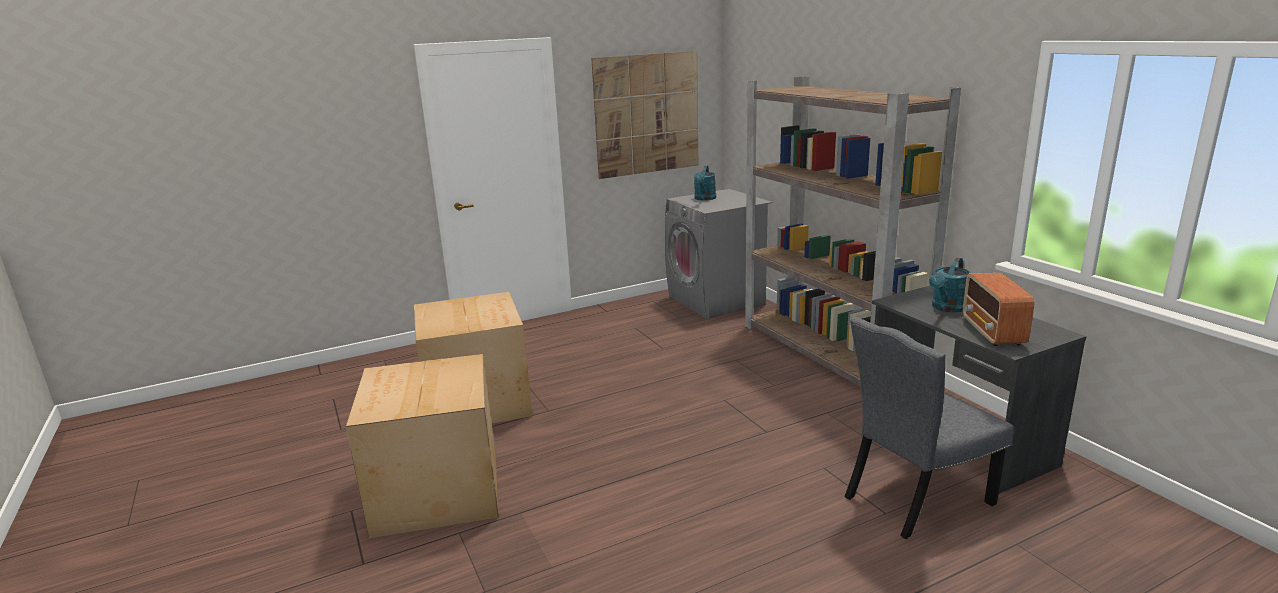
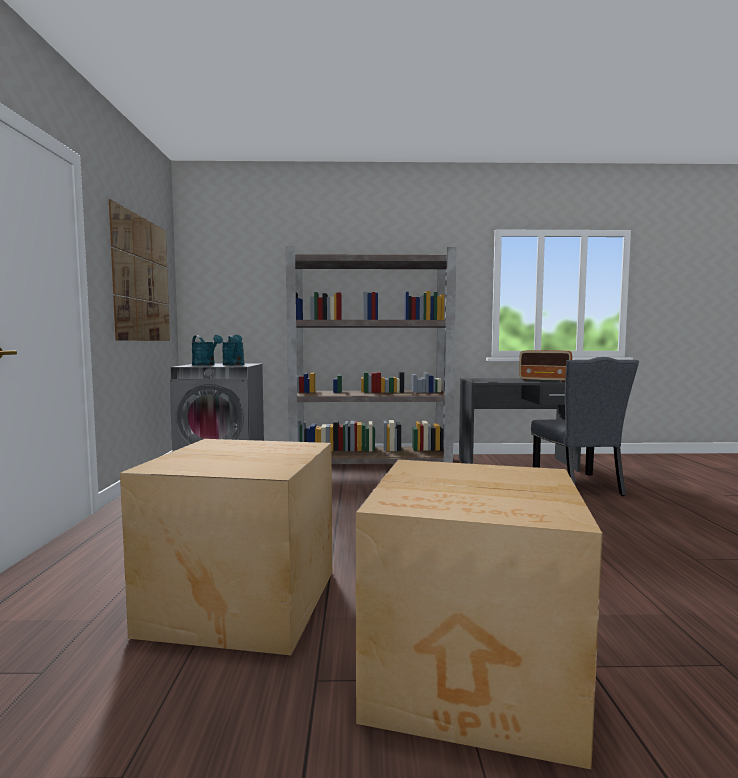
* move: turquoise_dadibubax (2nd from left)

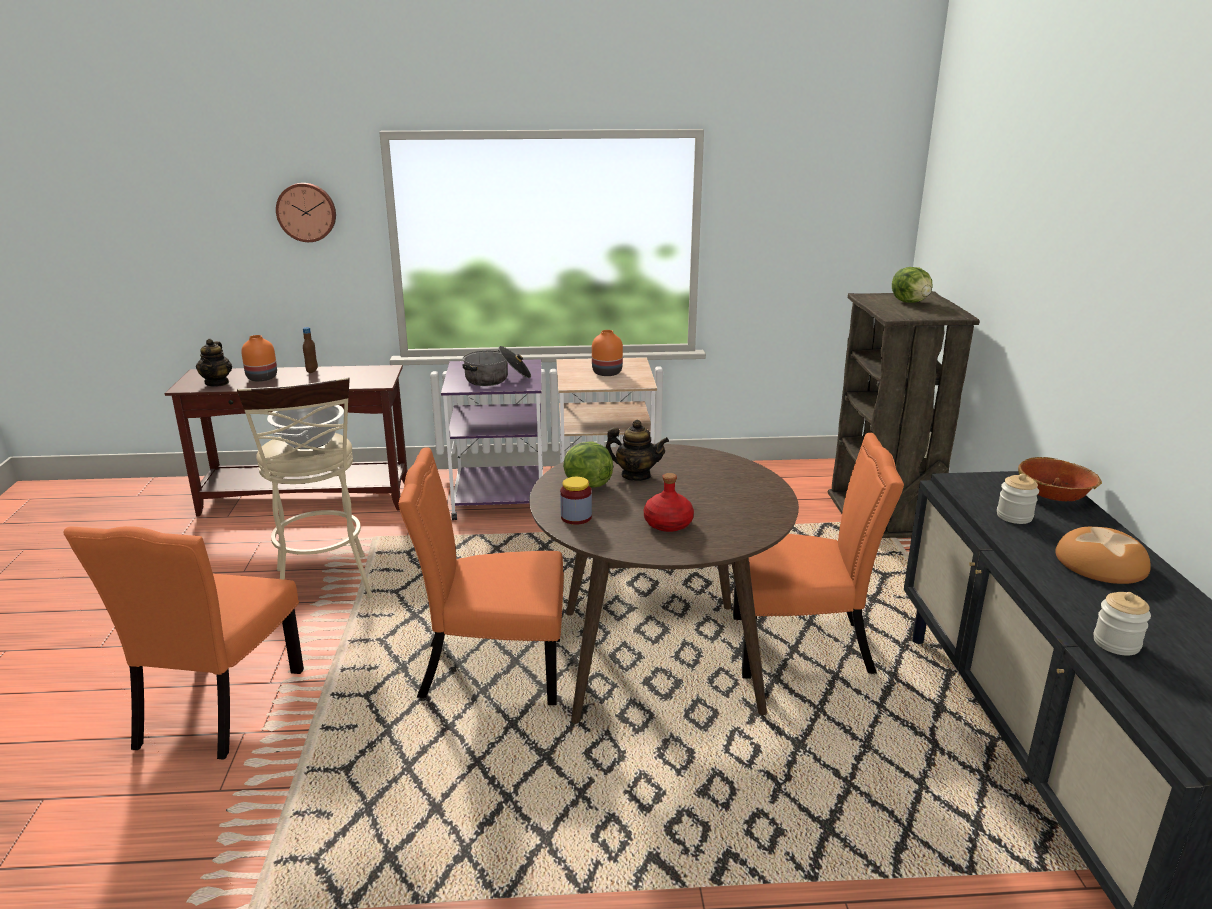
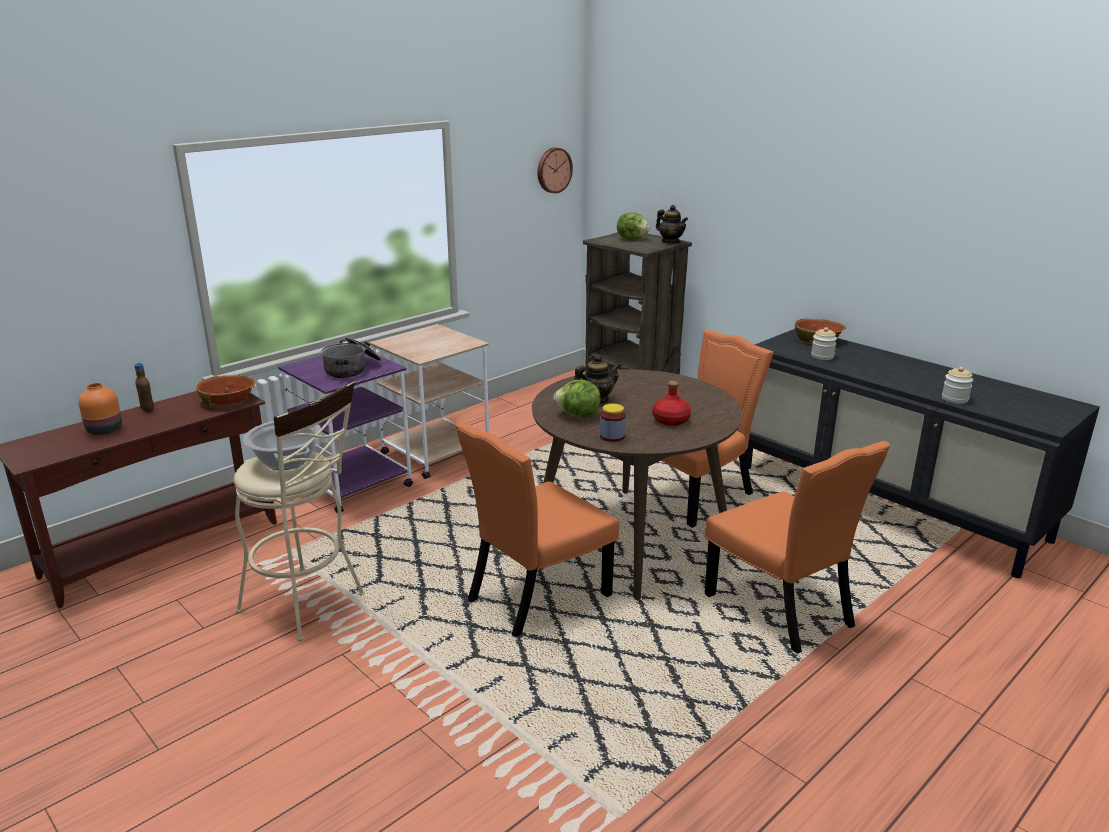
* insert: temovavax (1st from left)
* move: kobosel
* move: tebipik (1st from left in the first image) to tebipik (2nd from left)
* move: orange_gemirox (1st from left in the first image) to orange_gemirox (3rd from left)
* delete: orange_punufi (2nd from left)
* delete: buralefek

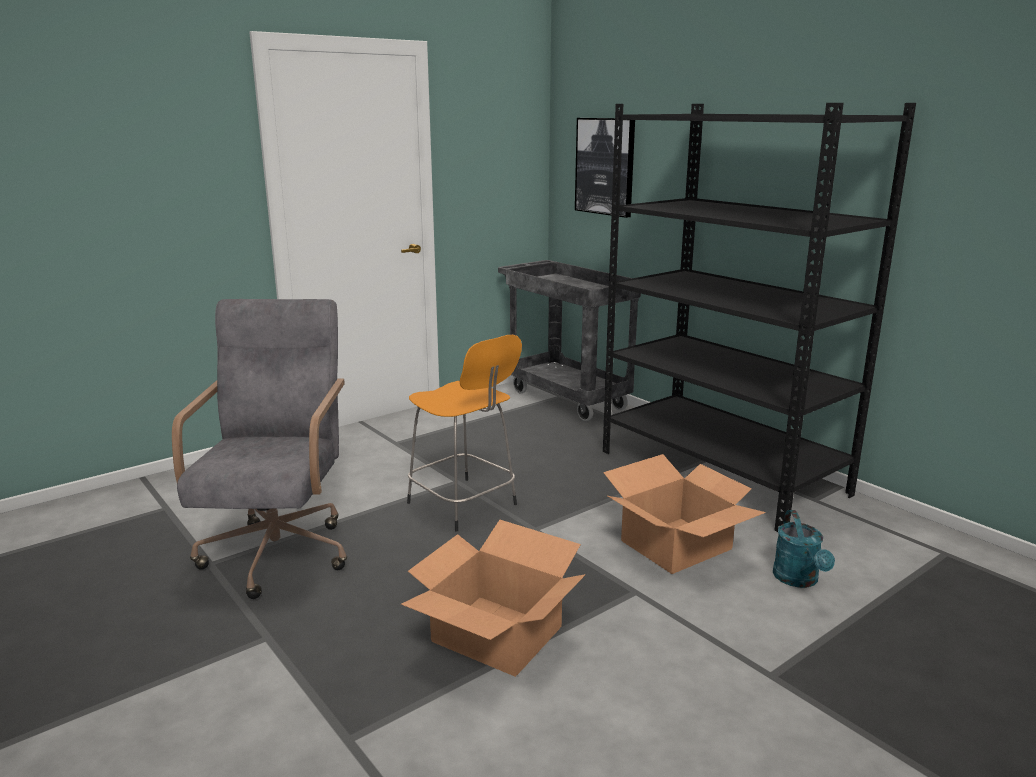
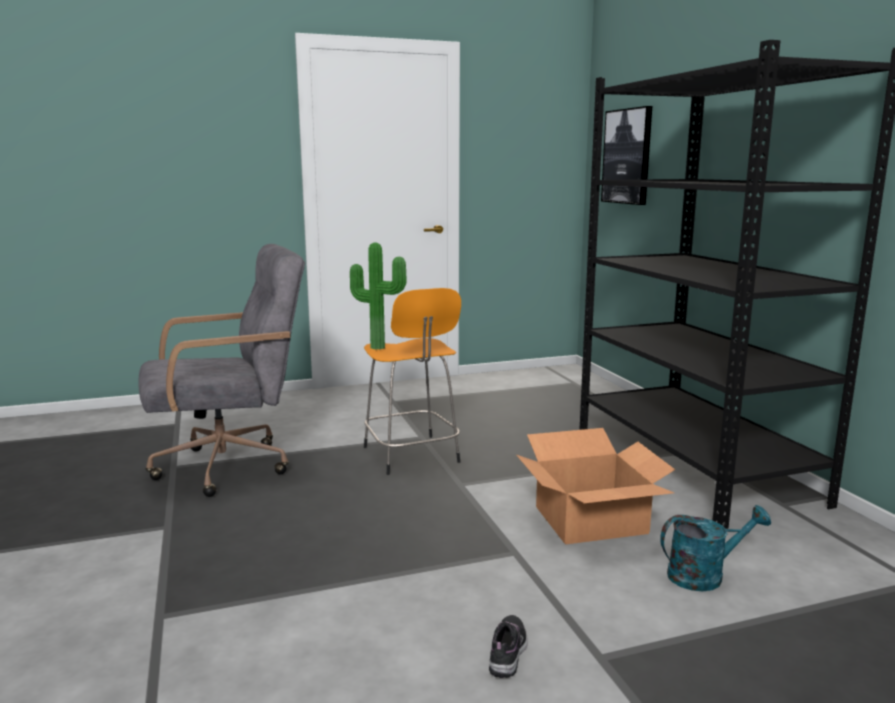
* rotate: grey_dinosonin 45 degrees clockwise
* insert: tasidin
* insert: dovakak
* rotate: turquoise_dadibubax 120 degrees counterclockwise
* delete: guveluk (1st from left)
* delete: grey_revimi

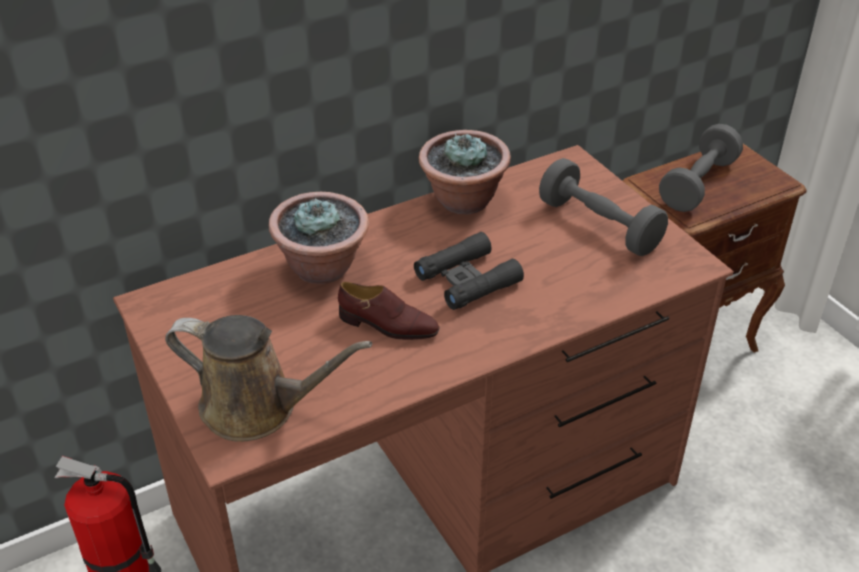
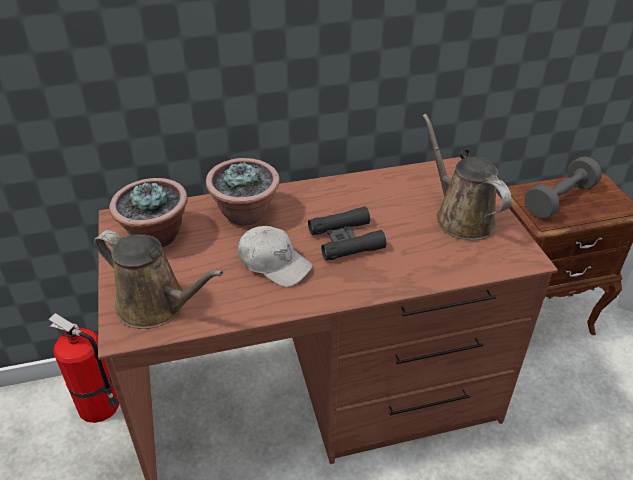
* move: tasidin (2nd from left in the first image) to tasidin (1st from left)
* replace: brown_dovakak to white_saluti
* replace: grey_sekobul (1st from left) to brown_dadibubax (2nd from left)

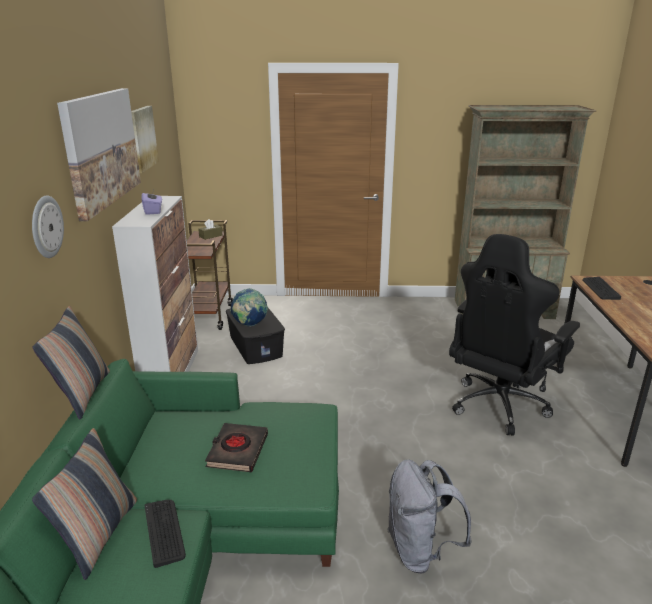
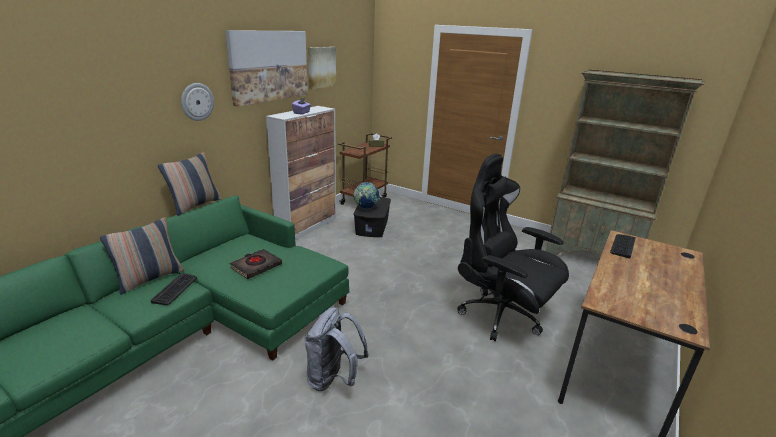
* rotate: black_dinosonin 60 degrees clockwise

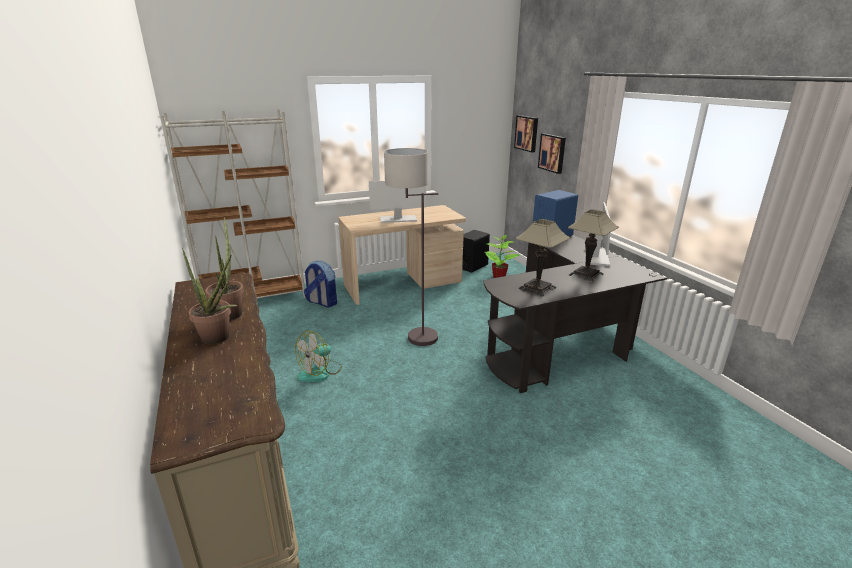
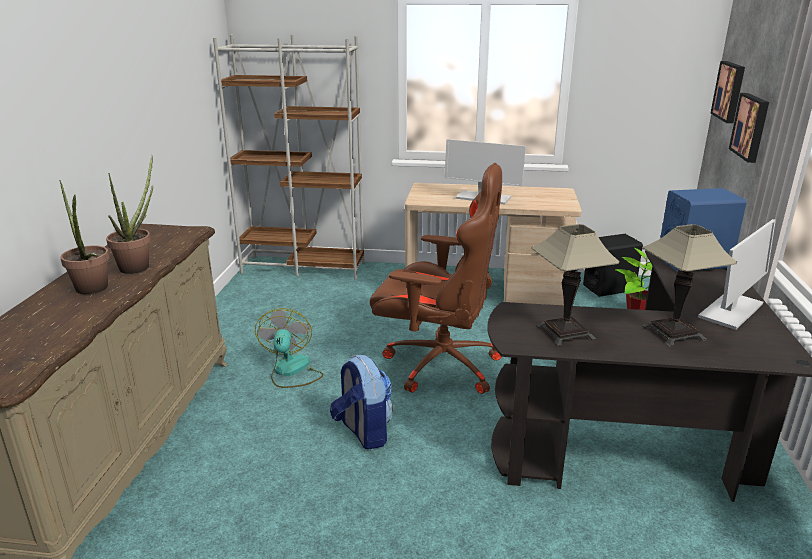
* rotate: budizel 105 degrees clockwise
* move: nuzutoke
* replace: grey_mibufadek to brown_dinosonin

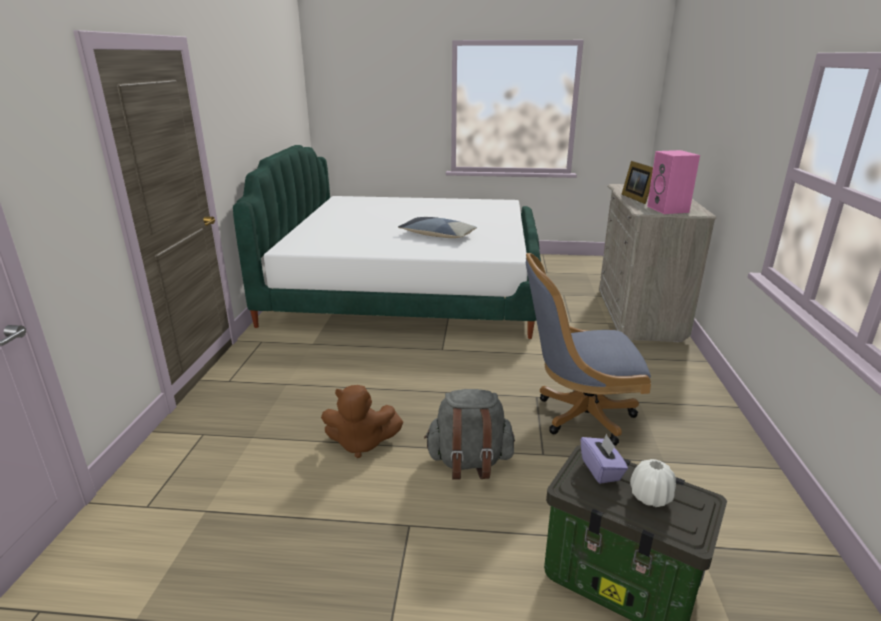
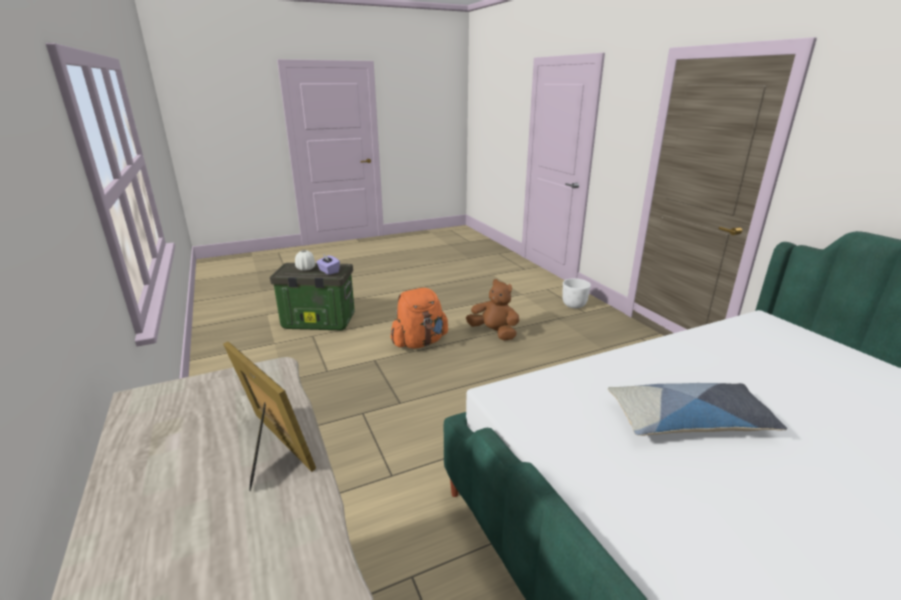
* recolor: grey_nuzutoke to orange_nuzutoke
* rotate: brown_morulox 60 degrees clockwise
* insert: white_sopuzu
* delete: blue_dinosonin
* delete: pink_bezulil

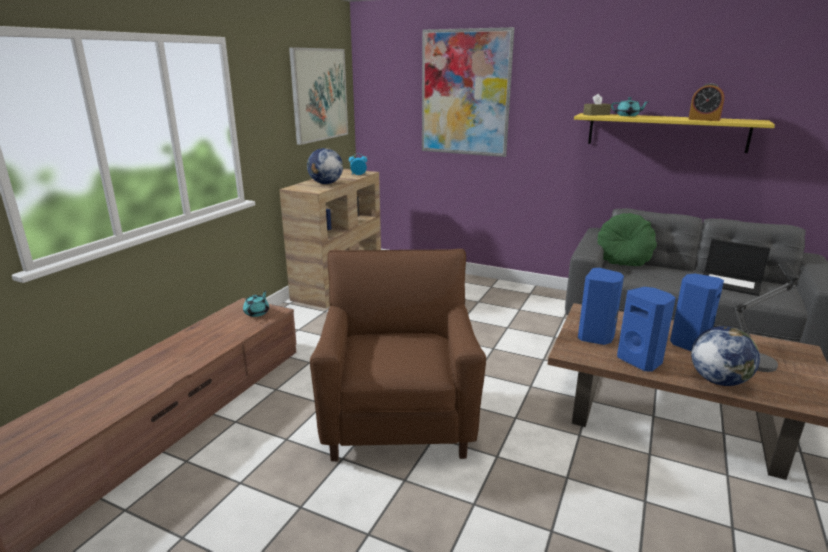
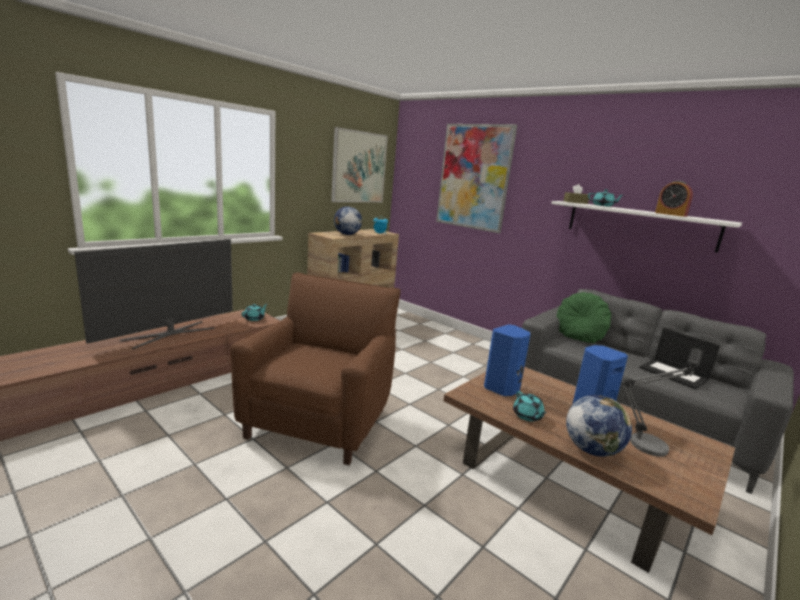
* insert: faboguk
* replace: blue_bezulil (2nd from left) to turquoise_tebipik (2nd from left)
* recolor: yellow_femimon to white_femimon

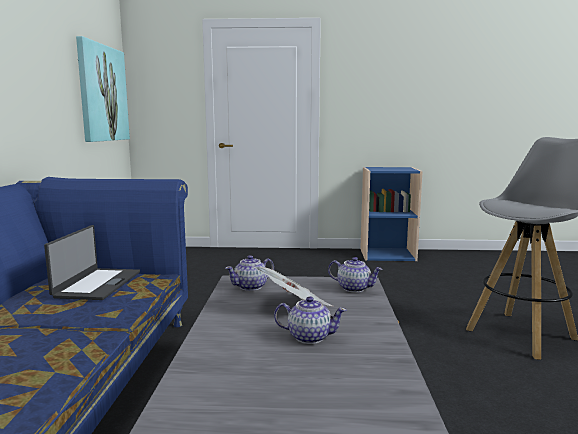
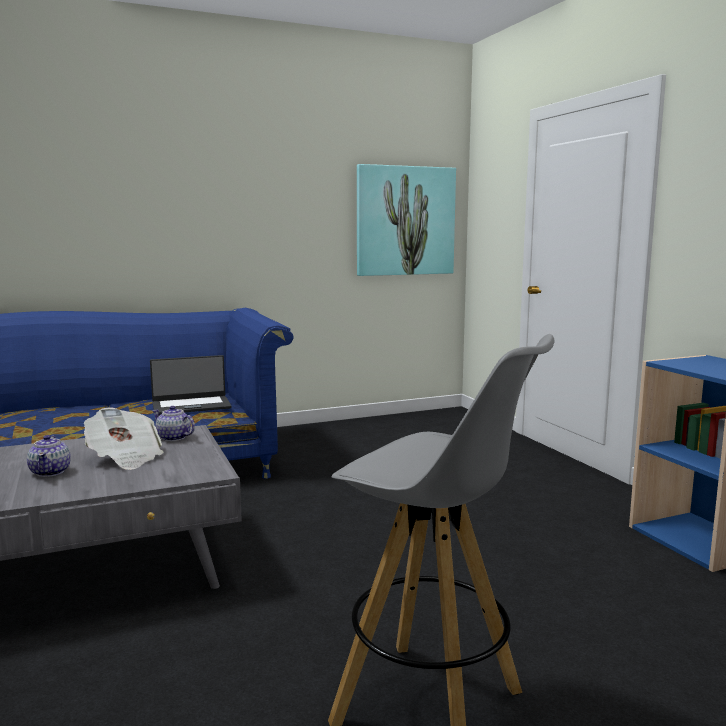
* delete: tebipik (3rd from left)

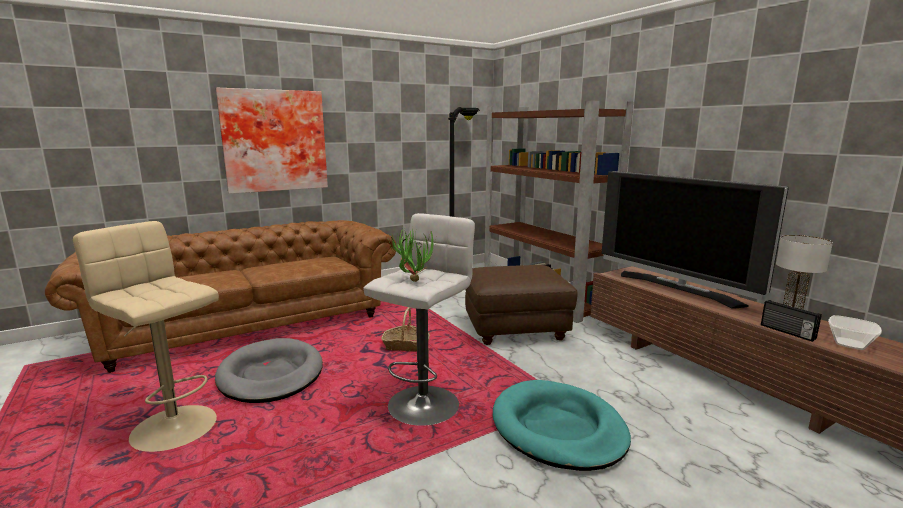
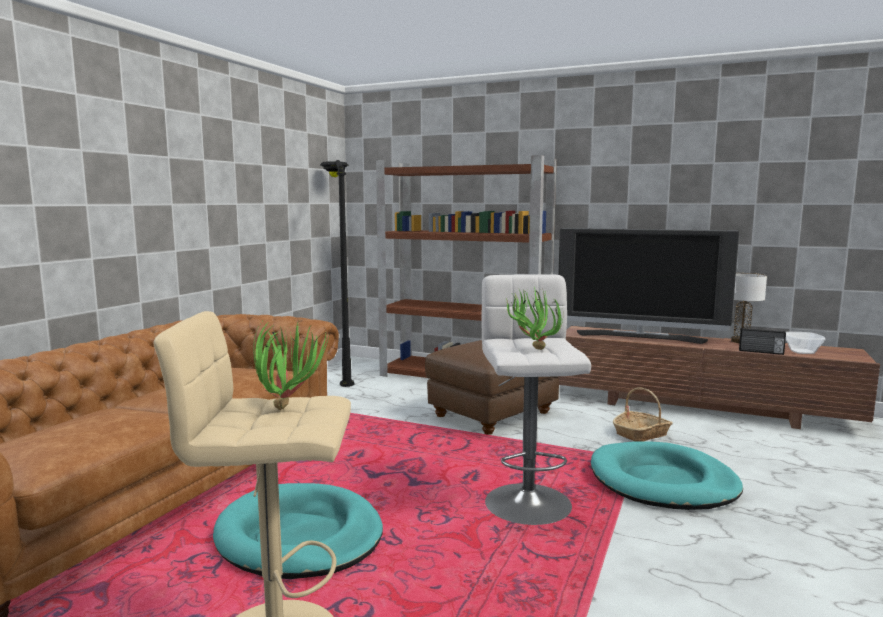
* recolor: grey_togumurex to turquoise_togumurex (1st from left)
* insert: tasidin (1st from left)
* move: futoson
* delete: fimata

